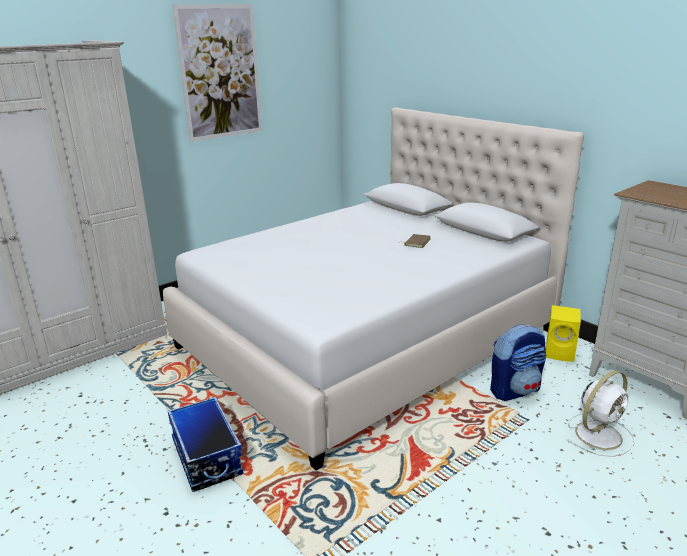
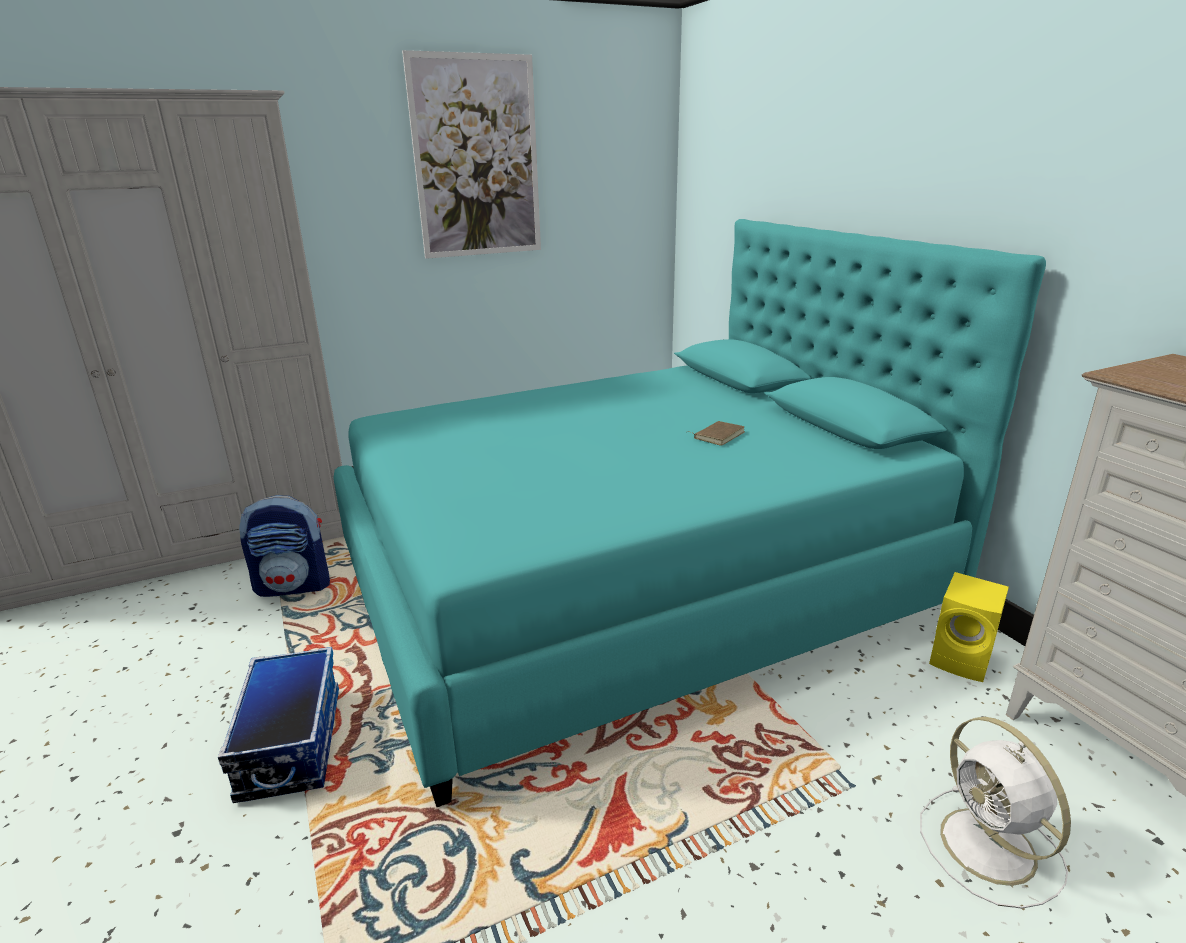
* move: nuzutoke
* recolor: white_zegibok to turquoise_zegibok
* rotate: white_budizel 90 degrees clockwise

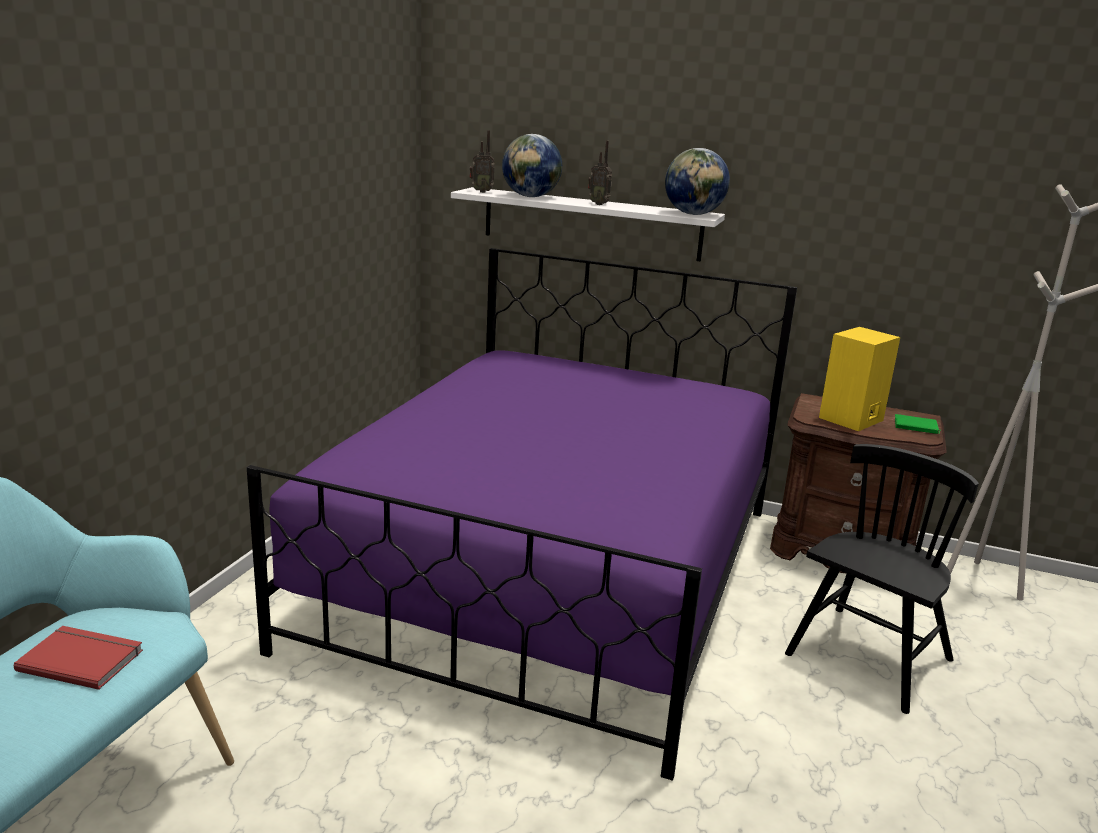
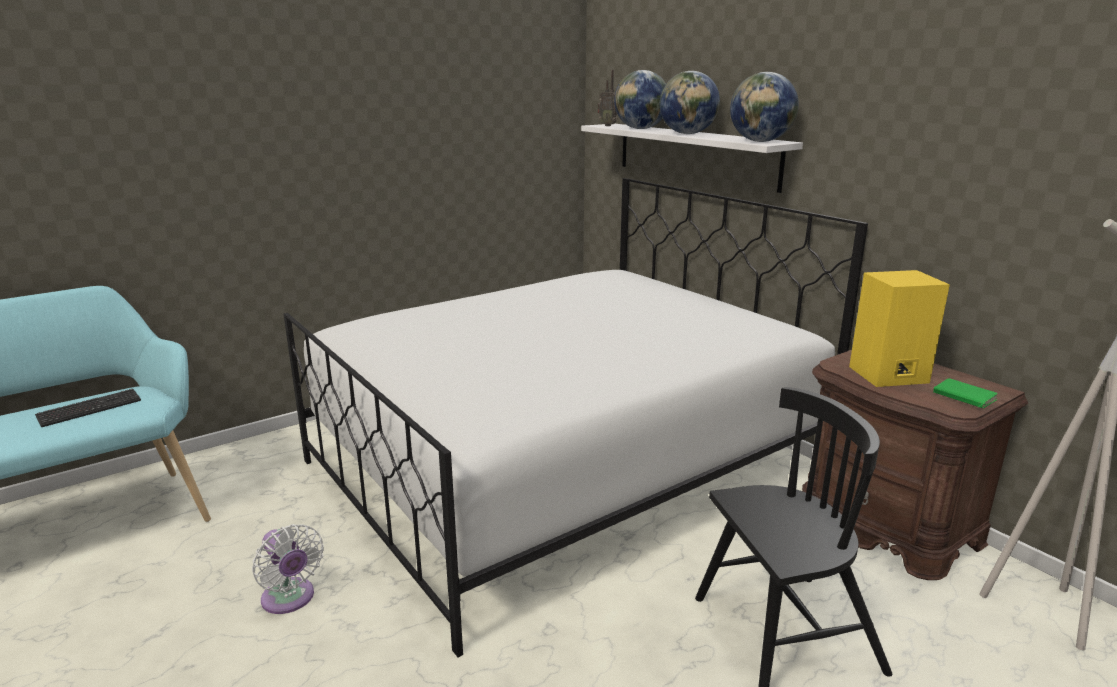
* replace: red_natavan to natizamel
* insert: white_budizel
* recolor: purple_zegibok to white_zegibok
* replace: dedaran (2nd from left) to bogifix (2nd from left)

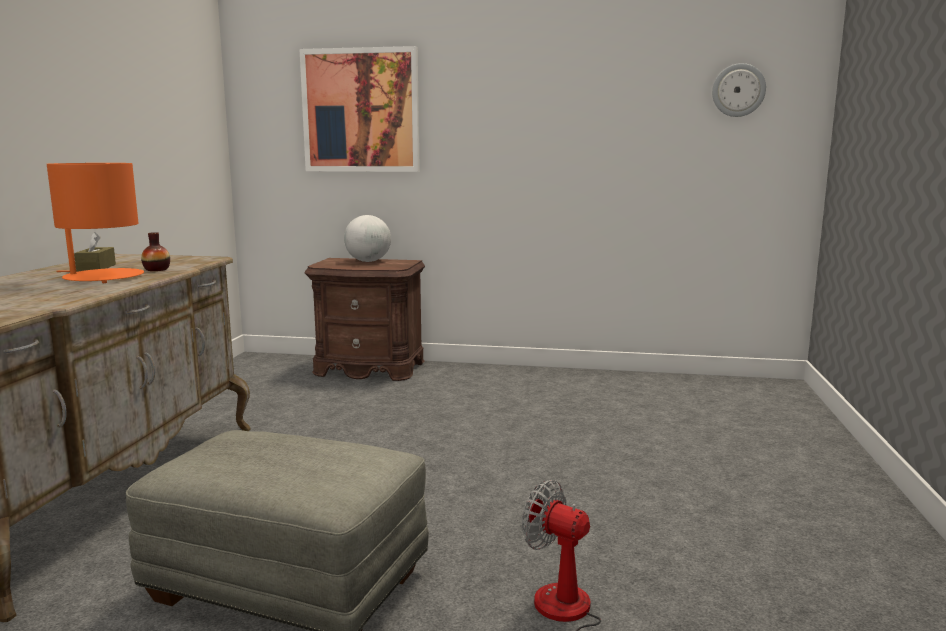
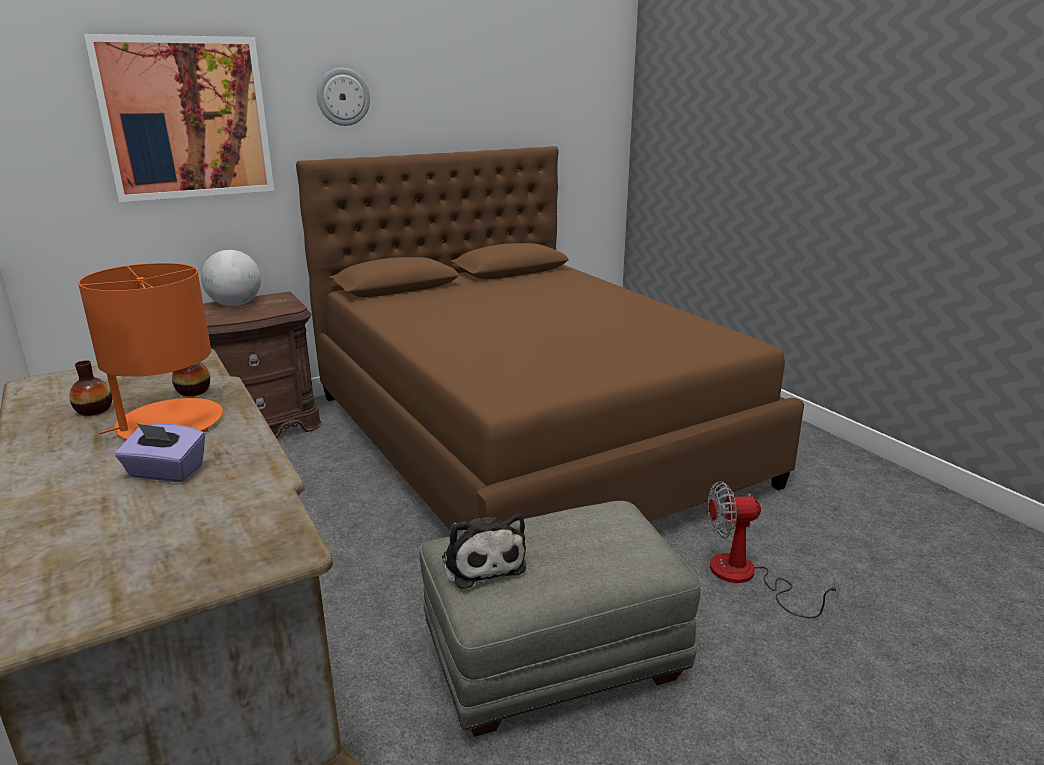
* replace: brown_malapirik to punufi (1st from left)
* insert: purple_malapirik
* insert: brown_zegibok
* move: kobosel
* insert: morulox

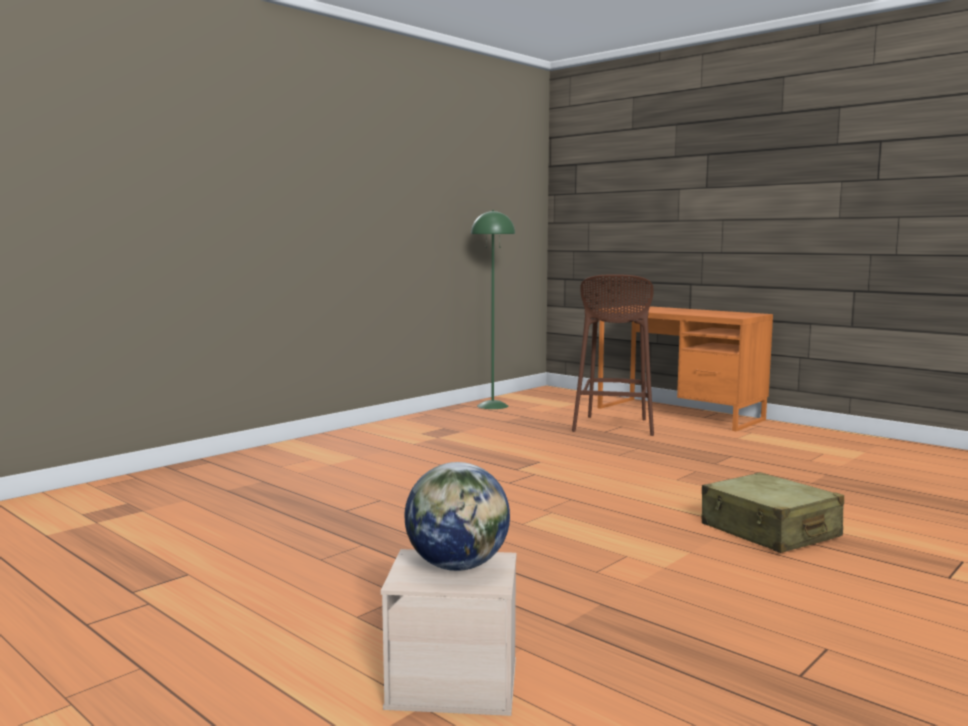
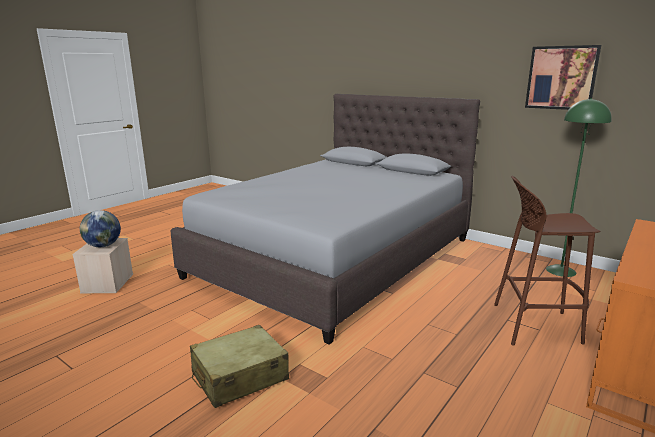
* insert: grey_zegibok
* insert: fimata

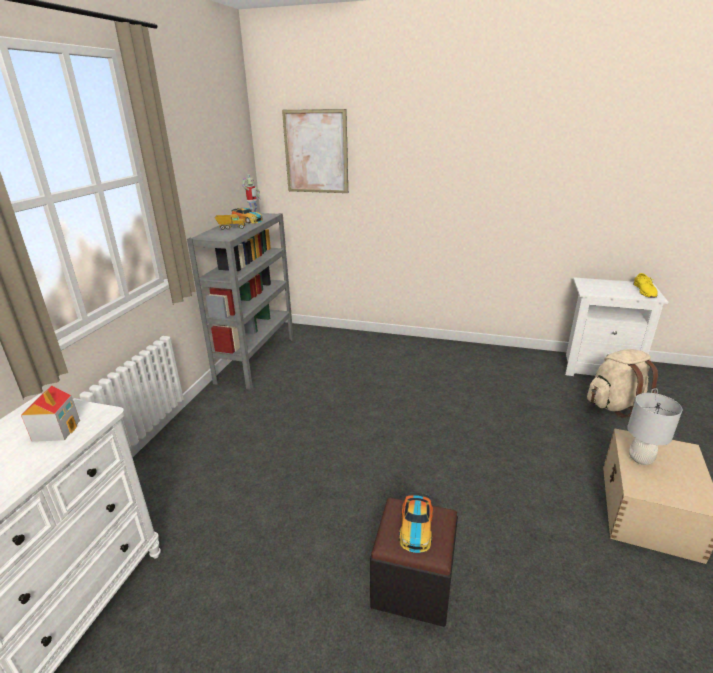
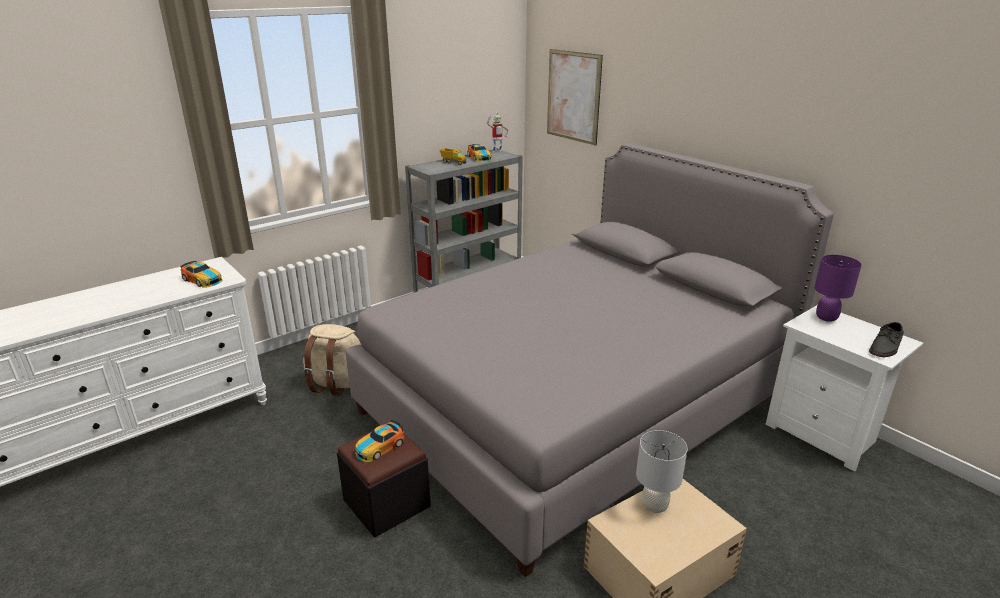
* replace: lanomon to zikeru (1st from left)
* move: beige_nuzutoke
* insert: grey_zegibok
* insert: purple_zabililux
* recolor: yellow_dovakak to grey_dovakak

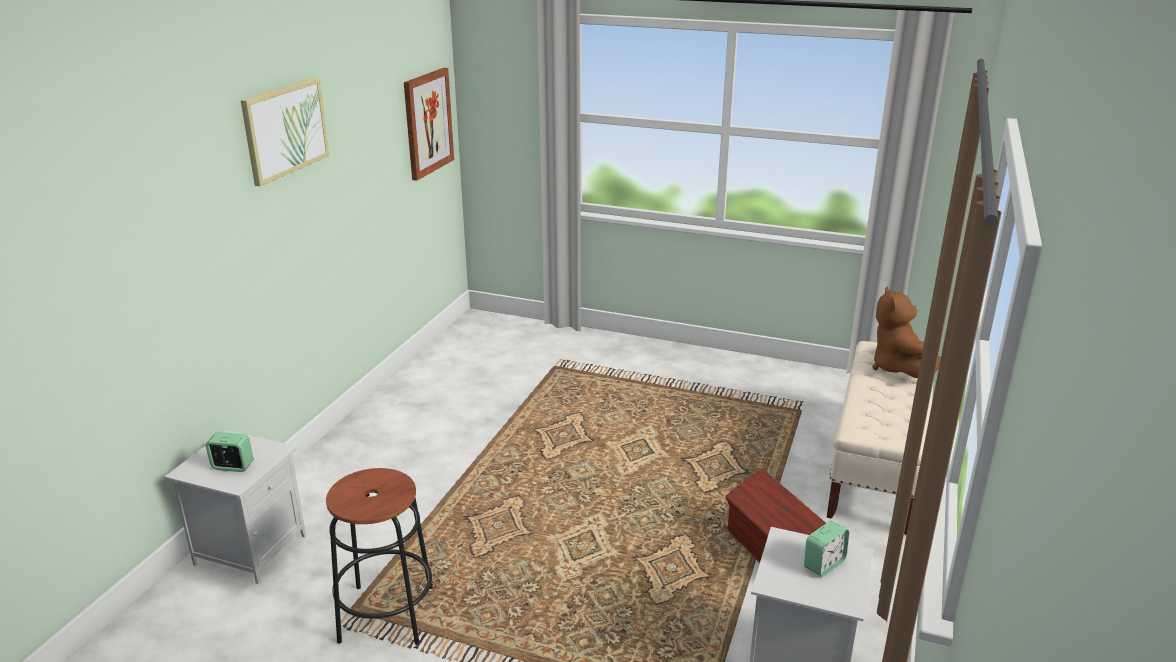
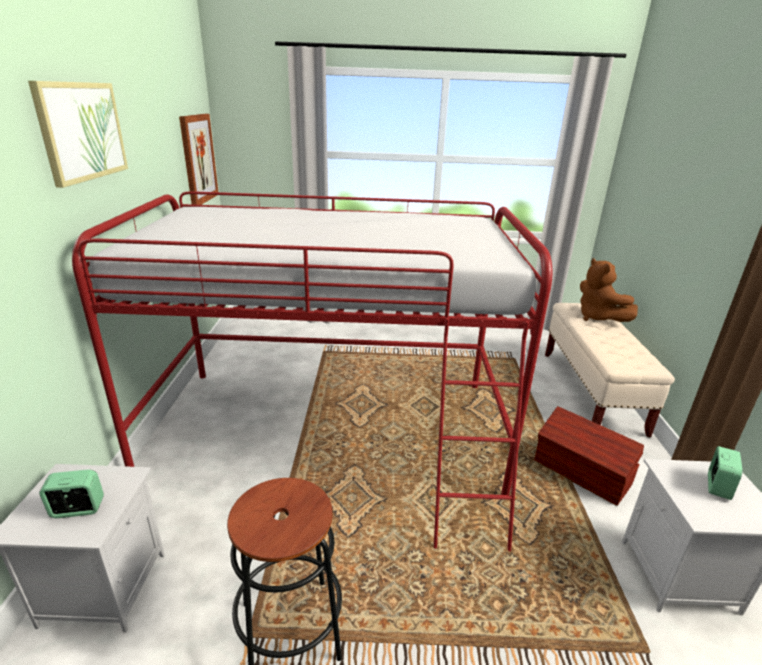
* insert: red_zegibok

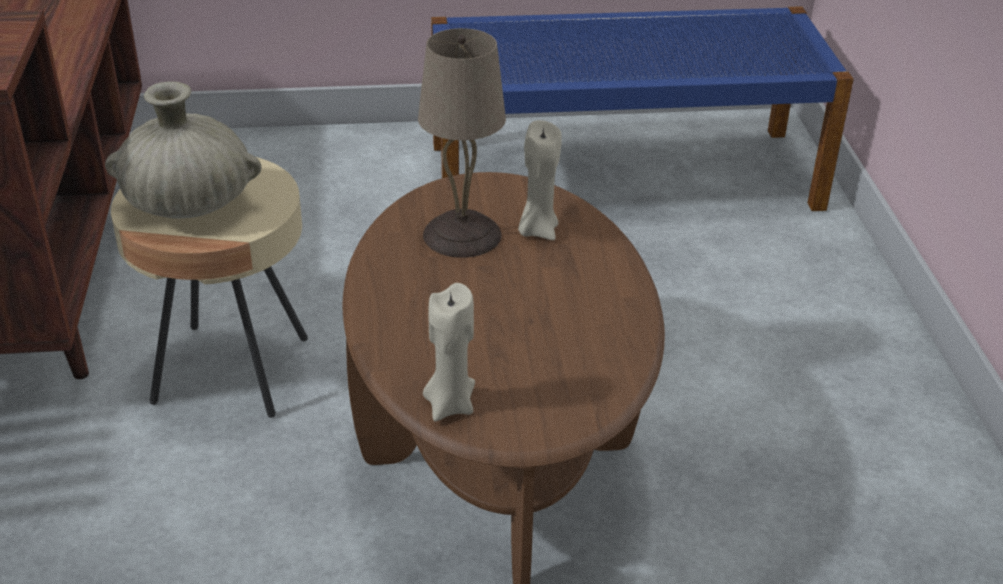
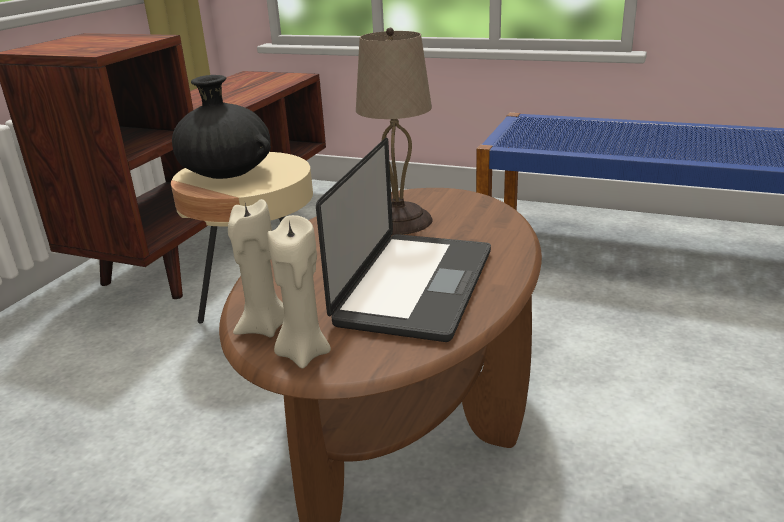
* recolor: beige_punufi to black_punufi
* move: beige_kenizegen (2nd from left)
* insert: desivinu

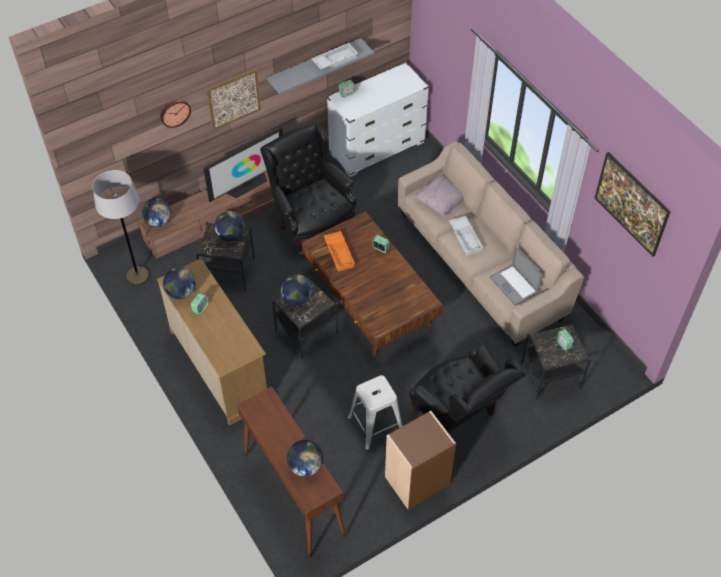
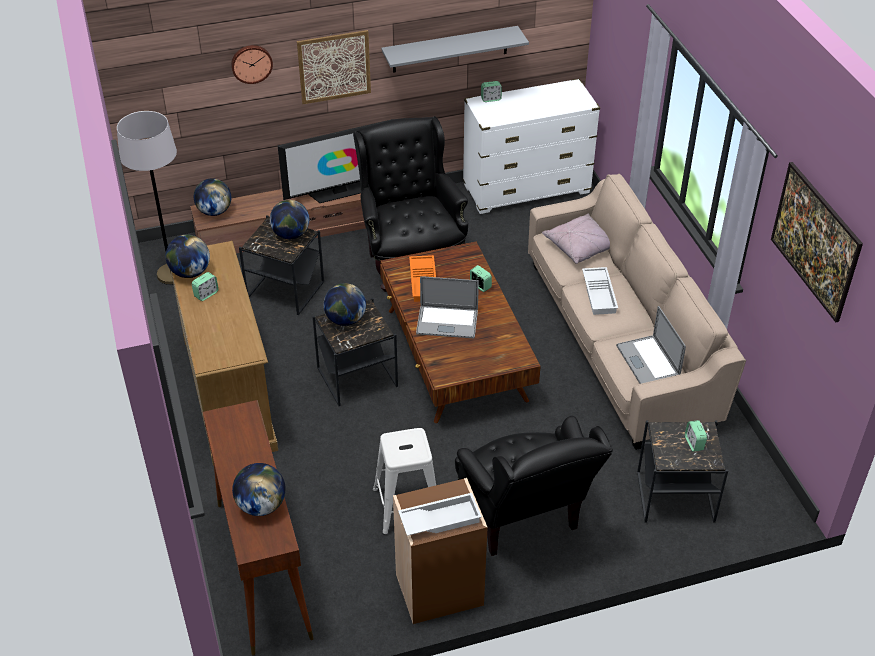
* move: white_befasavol (1st from left)
* insert: desivinu (1st from left)

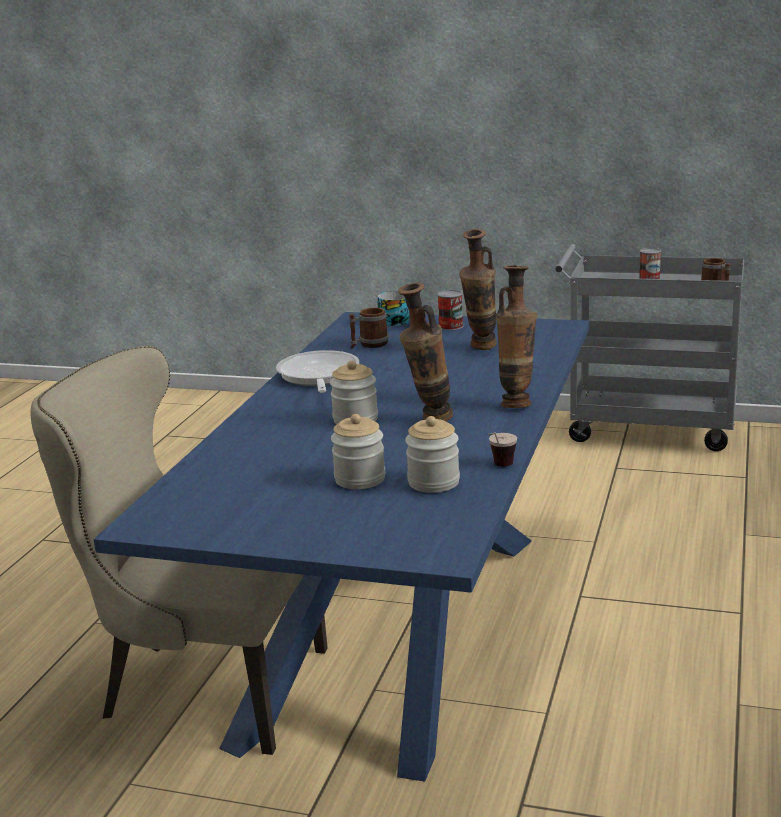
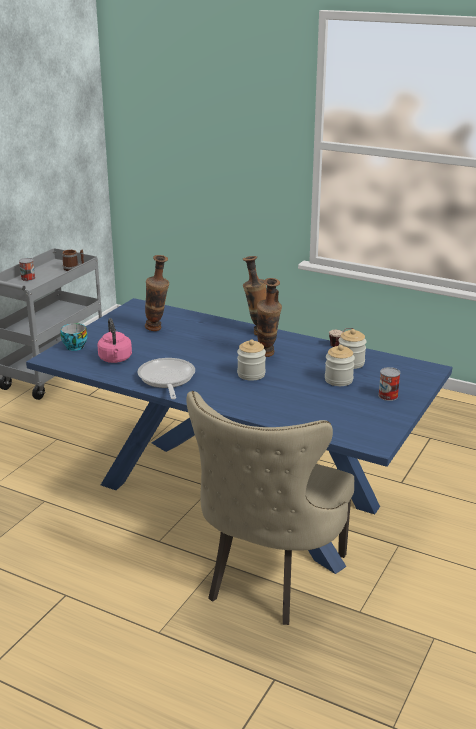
* replace: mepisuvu (1st from left) to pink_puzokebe
* rotate: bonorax 75 degrees clockwise
* move: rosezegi (1st from left in the first image) to rosezegi (2nd from left)

